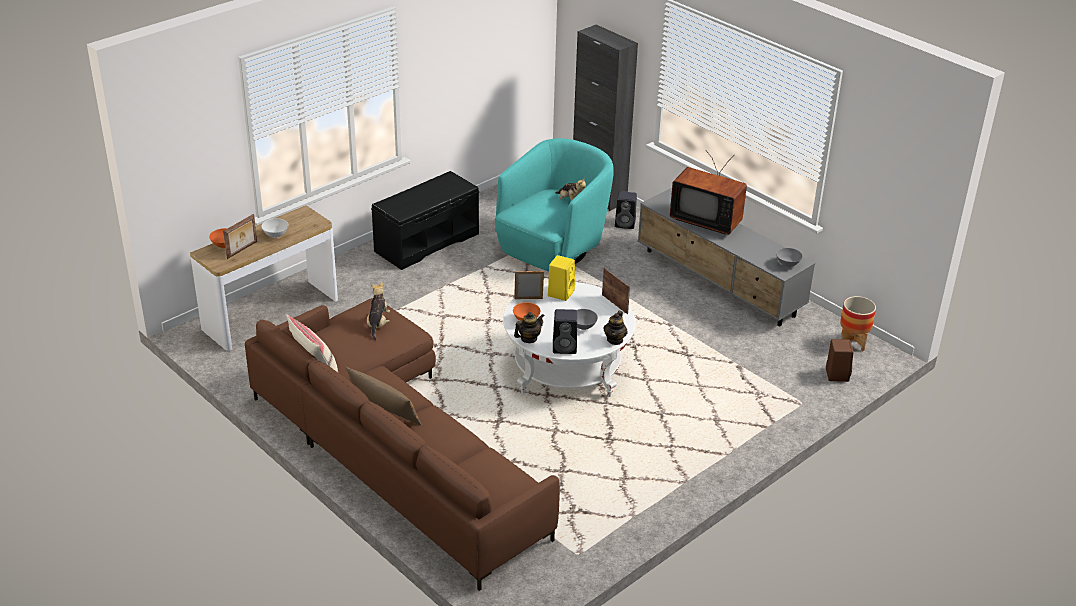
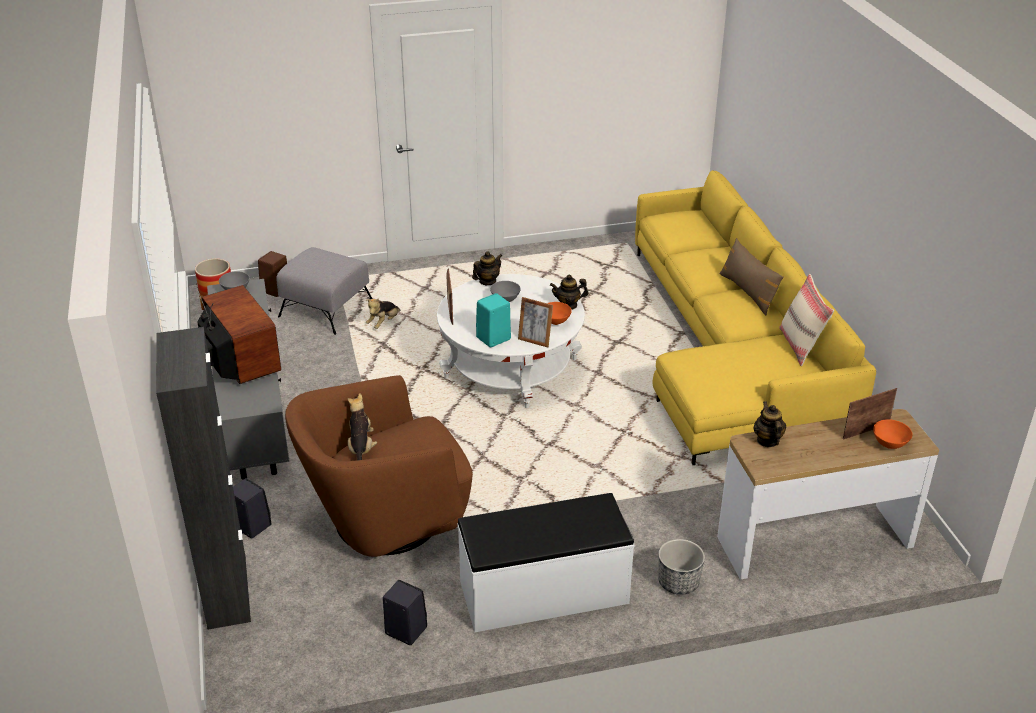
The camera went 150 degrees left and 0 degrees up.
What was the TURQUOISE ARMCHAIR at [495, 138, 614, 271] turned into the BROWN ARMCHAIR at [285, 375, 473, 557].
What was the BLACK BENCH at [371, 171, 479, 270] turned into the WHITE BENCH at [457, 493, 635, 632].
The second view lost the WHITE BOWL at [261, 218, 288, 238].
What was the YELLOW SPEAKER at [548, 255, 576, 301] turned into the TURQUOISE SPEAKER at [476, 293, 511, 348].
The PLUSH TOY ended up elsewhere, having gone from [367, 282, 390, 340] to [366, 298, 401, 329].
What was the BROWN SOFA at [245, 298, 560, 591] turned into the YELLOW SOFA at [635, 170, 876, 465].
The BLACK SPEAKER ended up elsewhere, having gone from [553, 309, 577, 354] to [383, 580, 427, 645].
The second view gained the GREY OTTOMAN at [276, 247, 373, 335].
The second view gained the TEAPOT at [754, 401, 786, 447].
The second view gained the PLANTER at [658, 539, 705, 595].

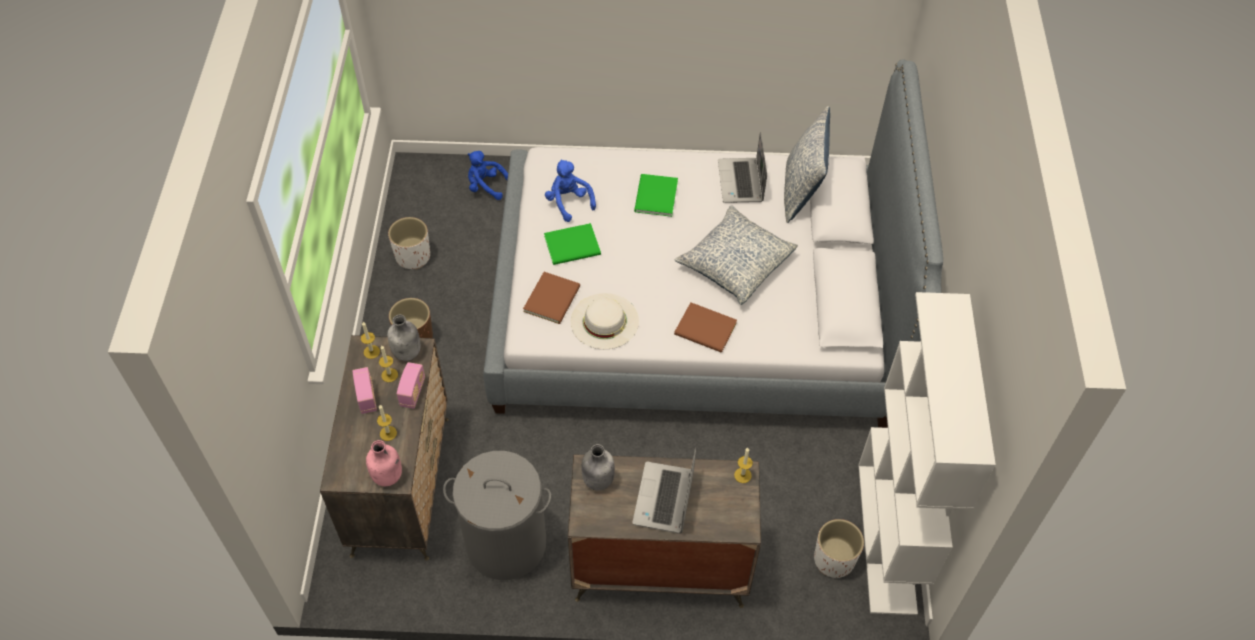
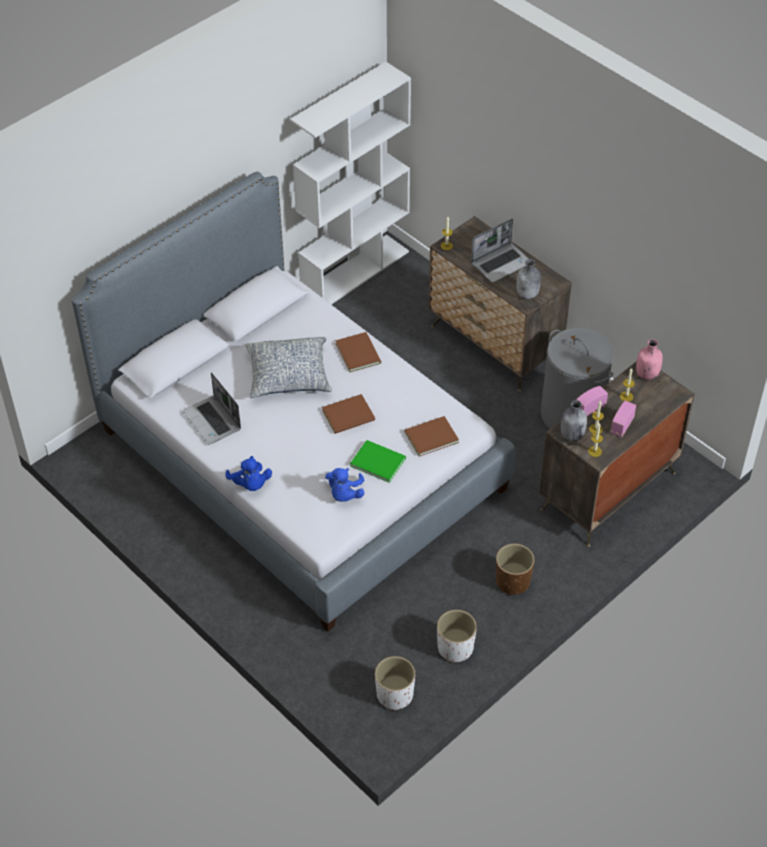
The camera went 135 degrees left and 5 degrees down.
The second view lost the PILLOW at [784, 106, 830, 223].
The LAPTOP at [718, 132, 767, 203] ended up facing another way, 105 degrees clockwise from before.
The BLUE PLUSH TOY ended up elsewhere, having gone from [468, 151, 508, 200] to [225, 456, 272, 491].
The second view lost the GREEN BOOK at [634, 174, 678, 217].
The second view lost the WHITE HAT at [571, 293, 639, 349].
The WHITE PLANTER ended up elsewhere, having gone from [814, 519, 864, 578] to [375, 656, 415, 710].
The second view gained the BROWN BOOK at [322, 394, 375, 434].

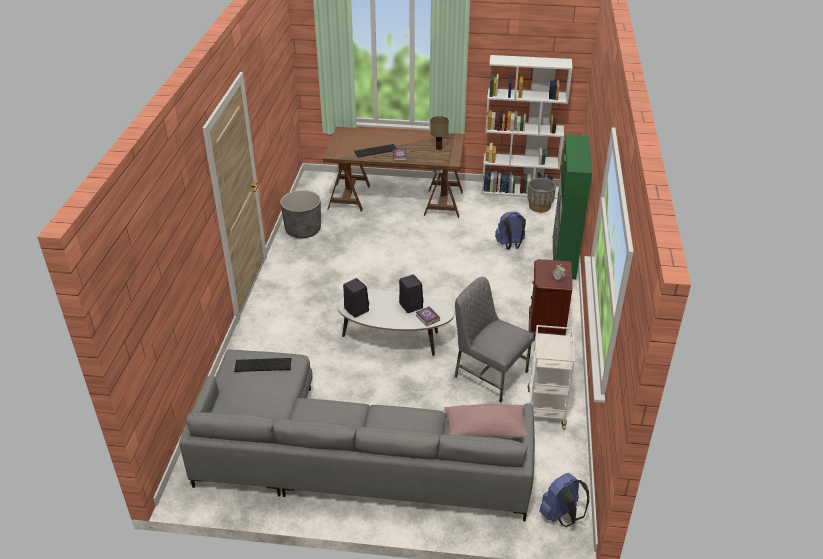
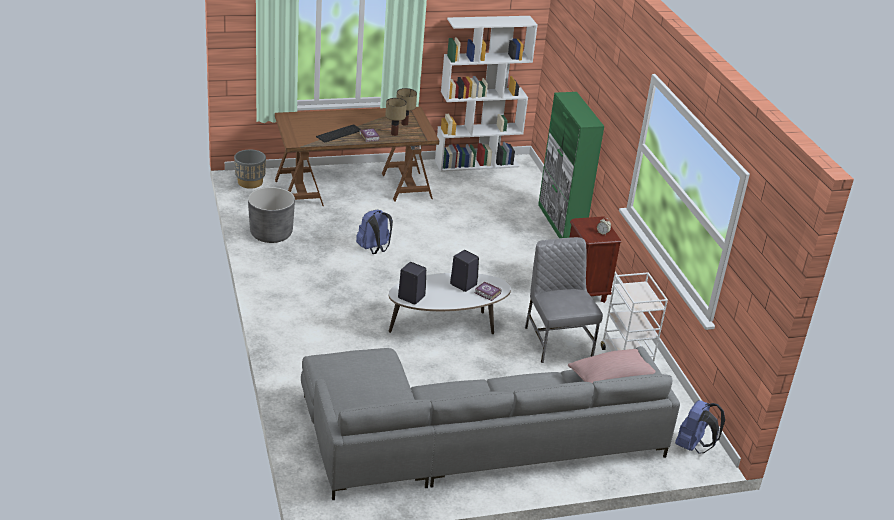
The camera went 25 degrees left and 5 degrees down.
The GREY PLANTER ended up elsewhere, having gone from [528, 178, 556, 212] to [234, 150, 266, 189].
The BLUE BACKPACK ended up elsewhere, having gone from [495, 211, 526, 250] to [356, 210, 393, 254].
The GREY CHAIR at [454, 277, 534, 402] ended up facing another way, 60 degrees clockwise from before.
The second view lost the KEYBOARD at [234, 358, 291, 372].
The second view gained the TABLE LAMP at [385, 98, 407, 136].

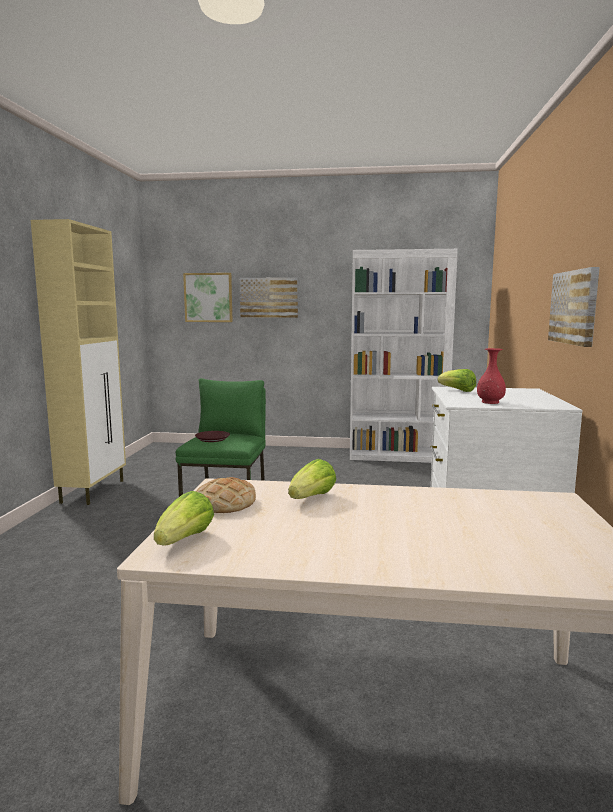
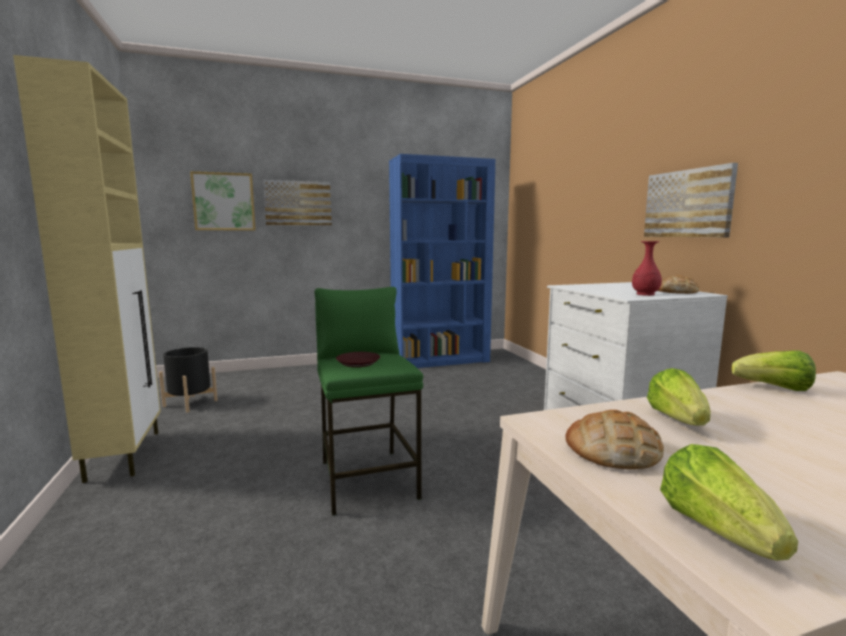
The camera went 25 degrees left and 0 degrees up.
What was the WHITE BOOKCASE at [350, 249, 458, 463] turned into the BLUE BOOKCASE at [389, 154, 495, 368].
The LETTUCE ended up elsewhere, having gone from [438, 369, 476, 392] to [732, 351, 816, 391].
The second view gained the BREAD at [657, 275, 699, 294].
The second view gained the BLACK PLANTER at [159, 347, 218, 413].

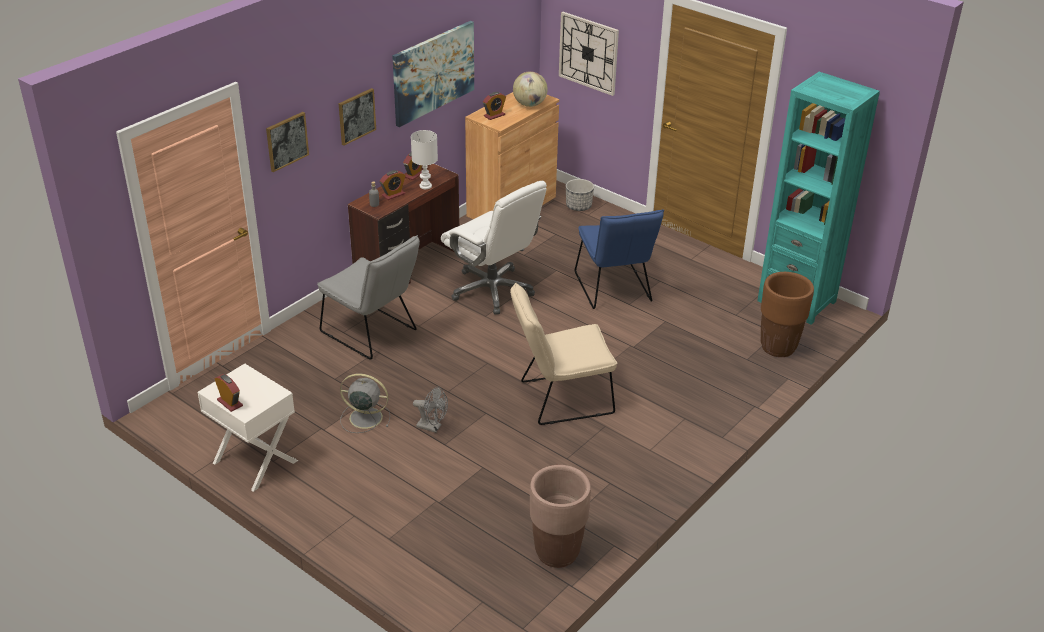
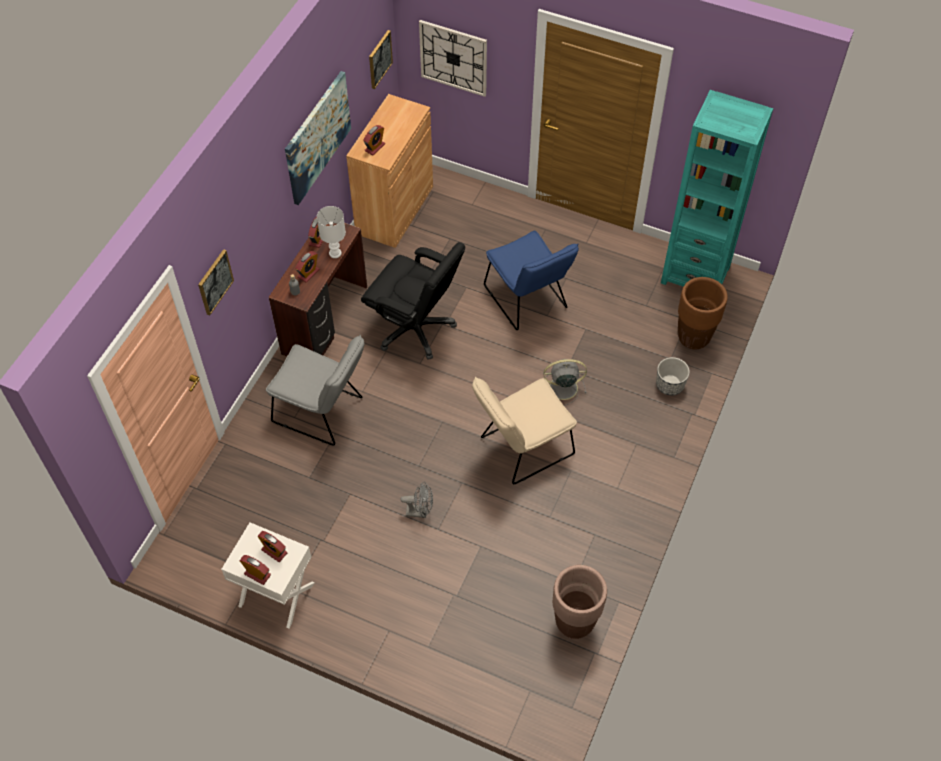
The camera went 15 degrees left and 20 degrees up.
The second view lost the GLOBE at [513, 71, 548, 107].
The PICTURE ended up elsewhere, having gone from [339, 88, 376, 146] to [369, 30, 393, 89].
The PLANTER ended up elsewhere, having gone from [566, 179, 594, 211] to [656, 357, 690, 396].
What was the WHITE OFFICE CHAIR at [441, 181, 547, 315] turned into the BLACK OFFICE CHAIR at [361, 242, 465, 360].
The GREY FAN ended up elsewhere, having gone from [340, 374, 390, 433] to [544, 359, 587, 406].
The second view gained the ALARM CLOCK at [258, 531, 287, 562].

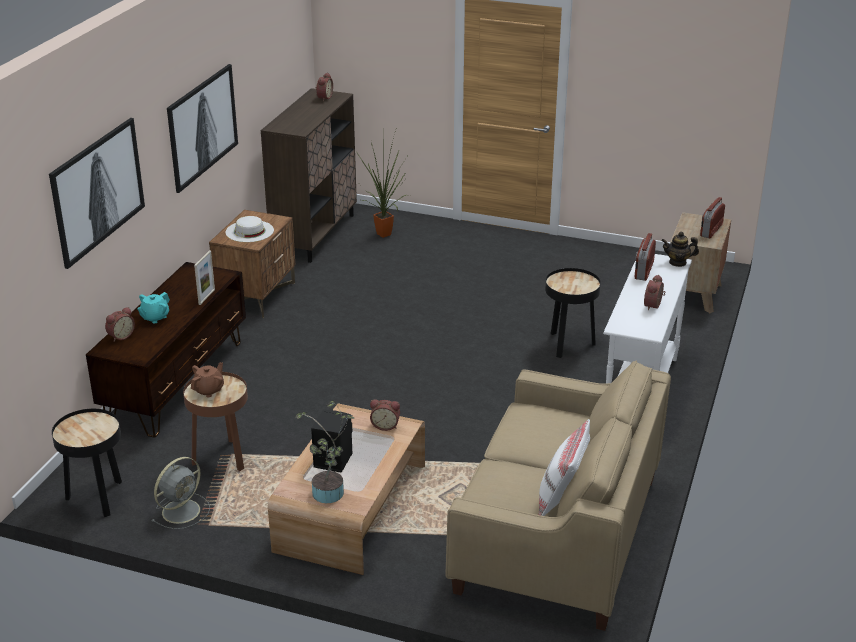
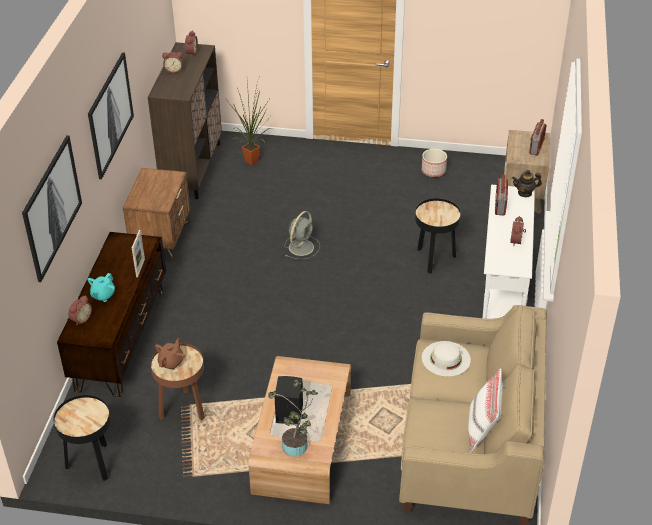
The camera went 10 degrees left and 10 degrees up.
The WHITE HAT ended up elsewhere, having gone from [226, 216, 274, 242] to [422, 341, 471, 377].
The ALARM CLOCK ended up elsewhere, having gone from [370, 399, 400, 431] to [162, 52, 183, 73].
The GREY FAN ended up elsewhere, having gone from [151, 457, 210, 529] to [285, 211, 320, 259].
The second view gained the PLANTER at [422, 149, 447, 177].

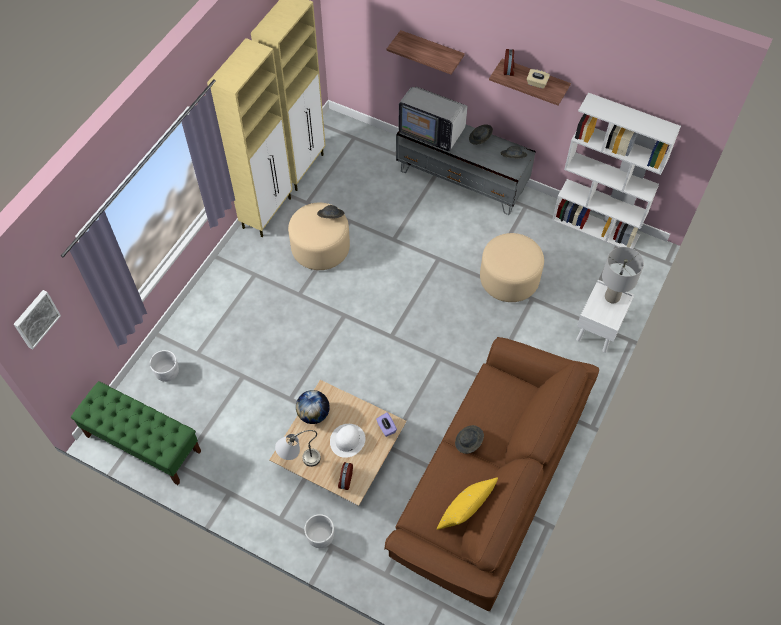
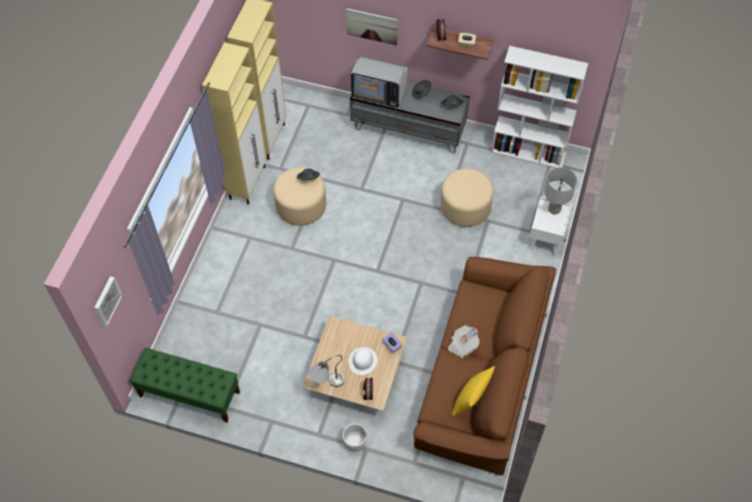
The camera went 10 degrees left and 0 degrees up.
Where the SHELF hung at [387, 30, 465, 74], the PICTURE came to hang at [346, 8, 398, 46].
The second view lost the WHITE PLANTER at [150, 350, 179, 382].
The second view lost the GLOBE at [296, 390, 330, 424].
Where the GREY HAT stood at [455, 425, 484, 454], the NEWSPAPER came to stand at [448, 325, 479, 358].

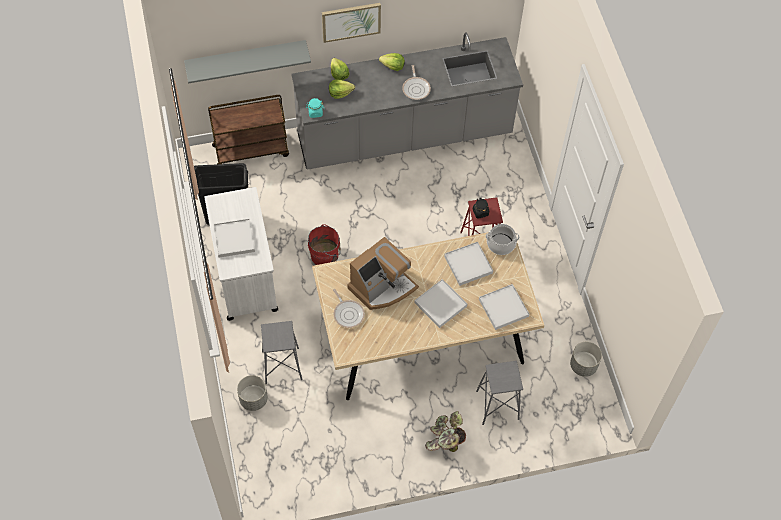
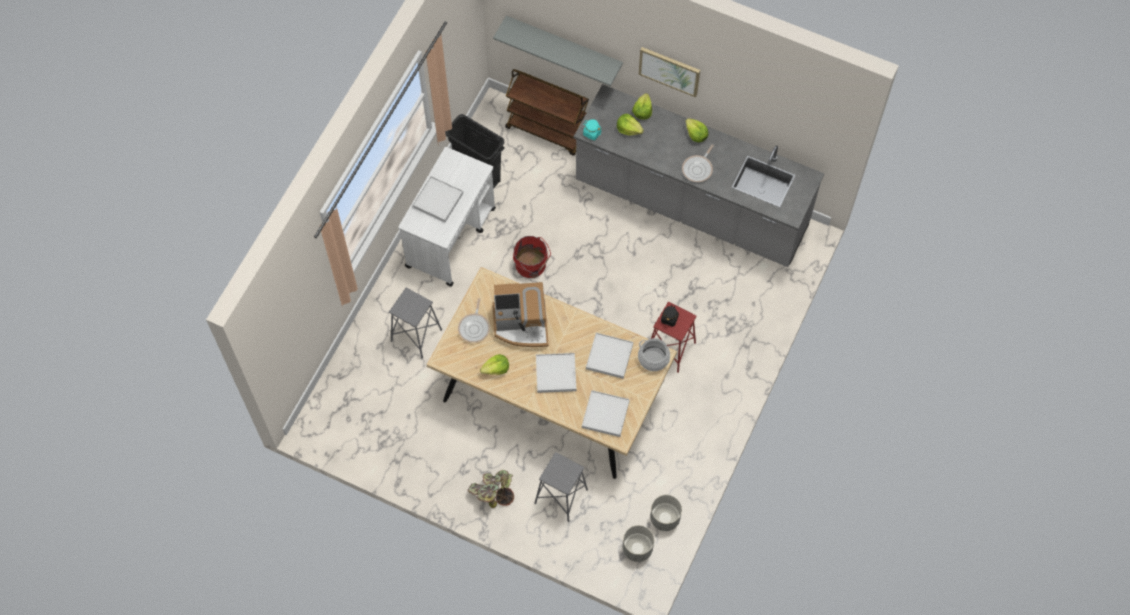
The camera went 40 degrees right and 5 degrees up.
The GREY PLANTER ended up elsewhere, having gone from [237, 375, 268, 411] to [623, 525, 654, 562].
The second view gained the LETTUCE at [480, 354, 509, 375].

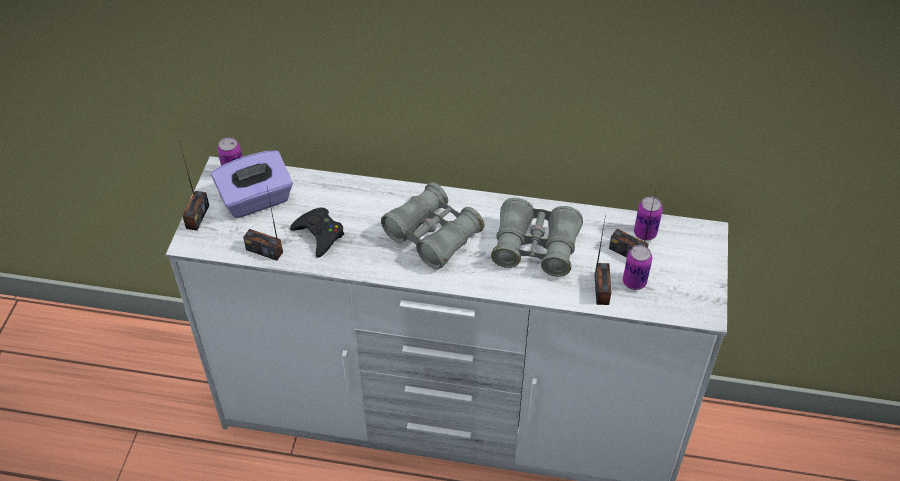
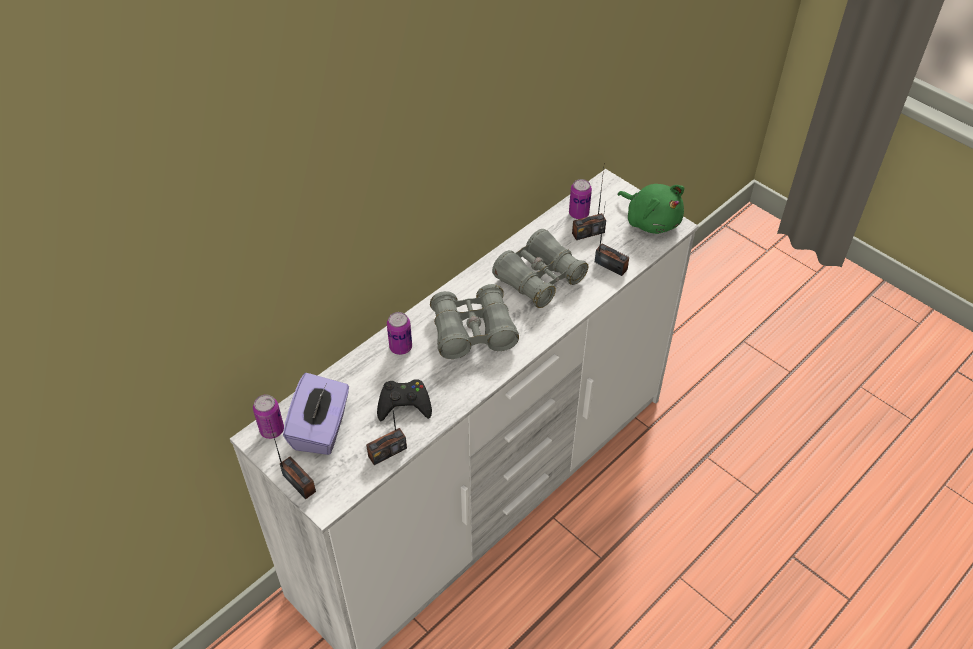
The camera went 55 degrees left and 0 degrees up.
The CAN ended up elsewhere, having gone from [623, 245, 652, 290] to [387, 312, 412, 355].
The second view gained the GREEN PLUSH TOY at [618, 184, 684, 234].

